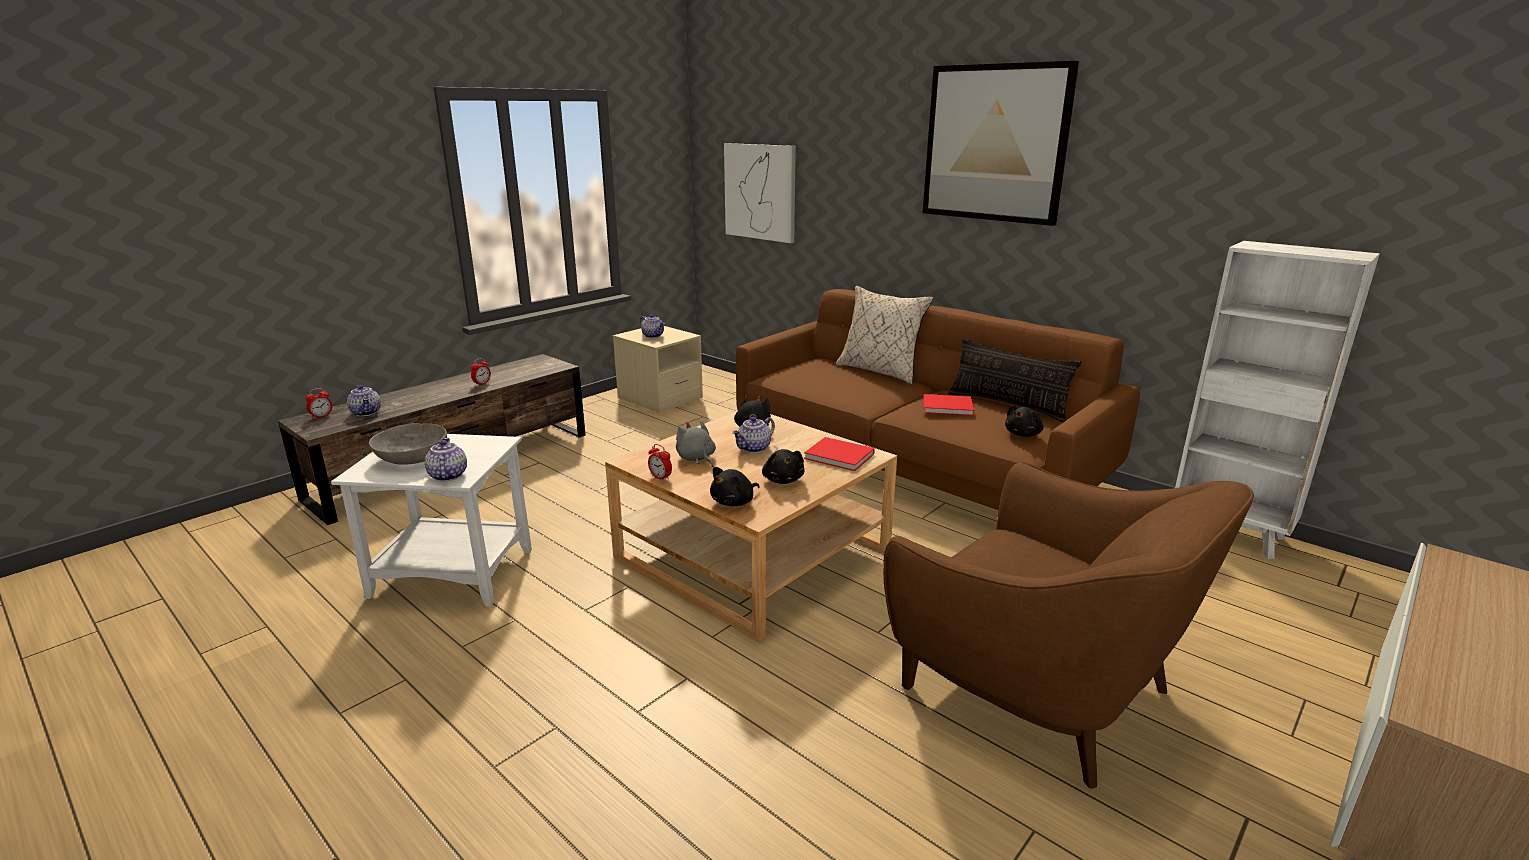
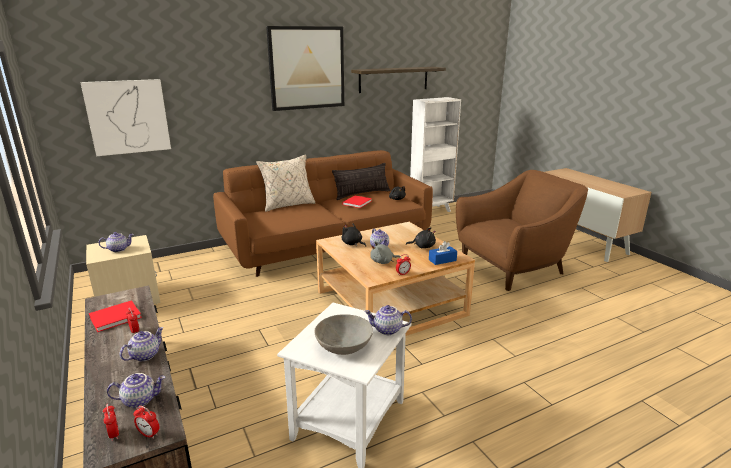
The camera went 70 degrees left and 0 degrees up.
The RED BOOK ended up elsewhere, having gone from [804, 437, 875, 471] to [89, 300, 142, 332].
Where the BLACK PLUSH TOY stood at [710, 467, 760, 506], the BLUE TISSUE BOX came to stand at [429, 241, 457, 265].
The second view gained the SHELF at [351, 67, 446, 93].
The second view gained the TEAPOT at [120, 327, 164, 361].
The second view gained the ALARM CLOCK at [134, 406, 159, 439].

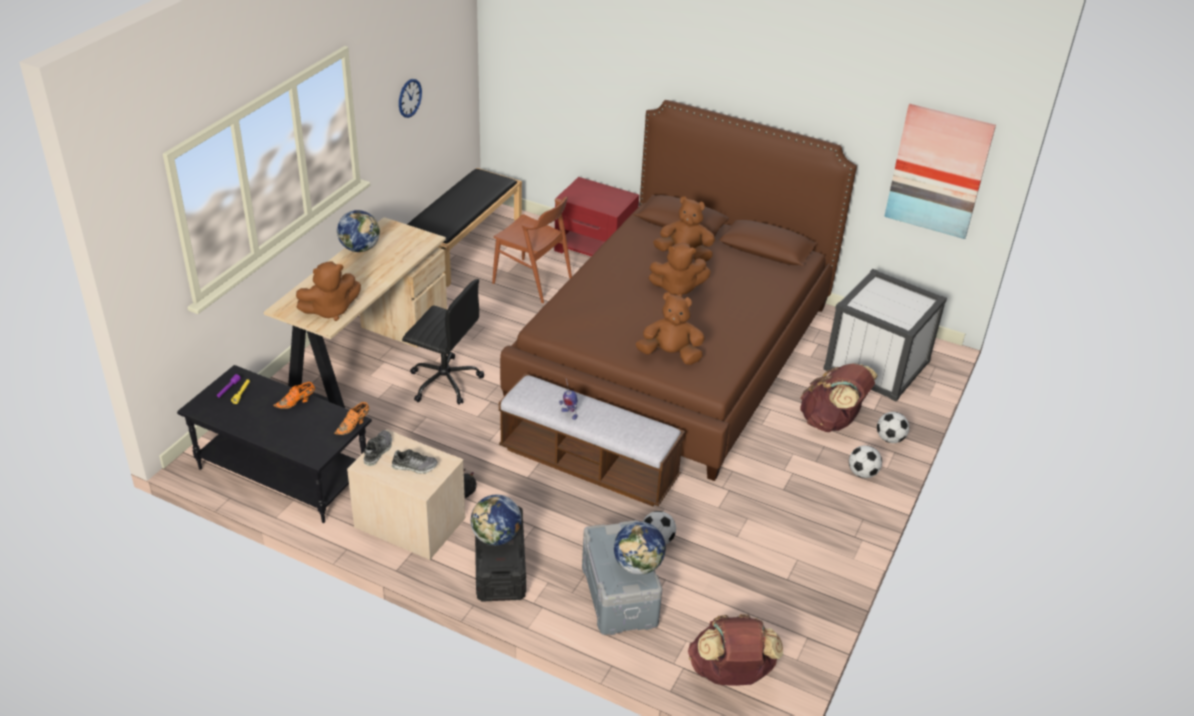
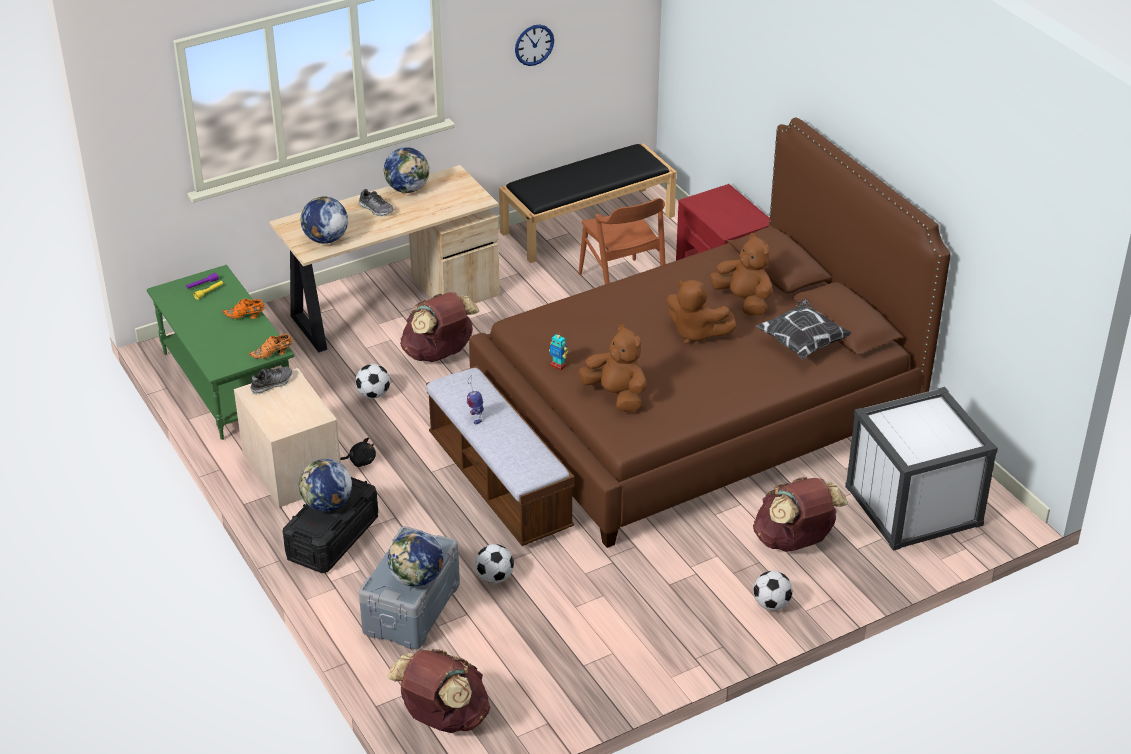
The camera went 35 degrees right and 0 degrees up.
The second view lost the PICTURE at [884, 104, 996, 239].
Where the BROWN PLUSH TOY stood at [296, 262, 361, 321], the GLOBE came to stand at [300, 196, 348, 244].
Where the BLACK OFFICE CHAIR stood at [402, 279, 484, 405], the BROWN BACKPACK came to stand at [400, 292, 480, 362].
What was the BLACK COFFEE TABLE at [177, 365, 372, 523] turned into the GREEN COFFEE TABLE at [147, 265, 294, 440].
The FOOTBALL ended up elsewhere, having gone from [877, 412, 909, 443] to [356, 364, 390, 399].
The SHOE ended up elsewhere, having gone from [392, 449, 438, 474] to [358, 189, 394, 216].
The second view gained the PILLOW at [755, 299, 852, 360].
The second view gained the TOY ROBOT at [549, 332, 569, 371].

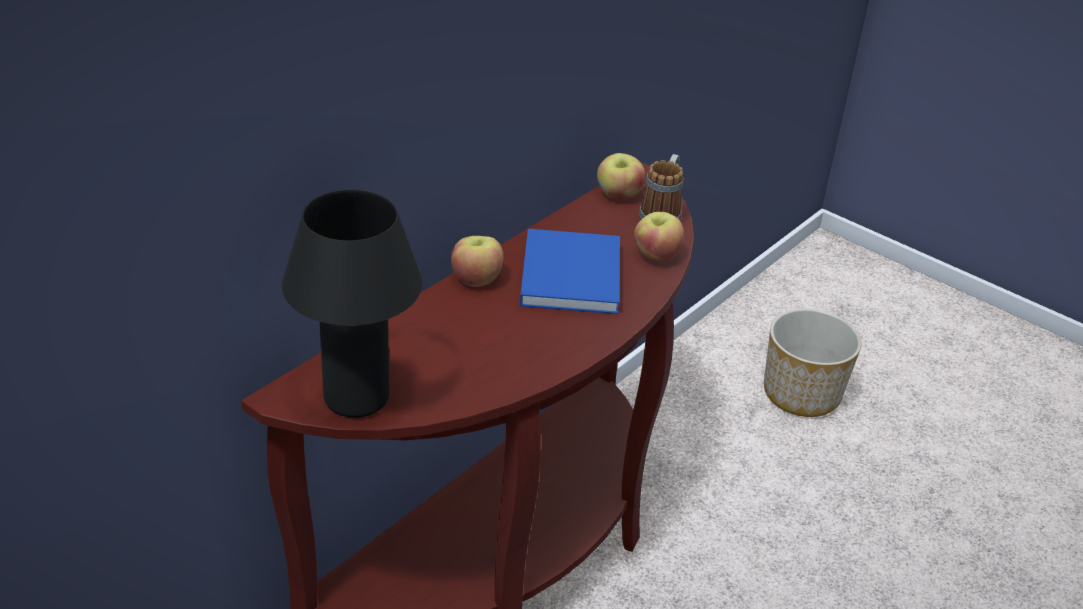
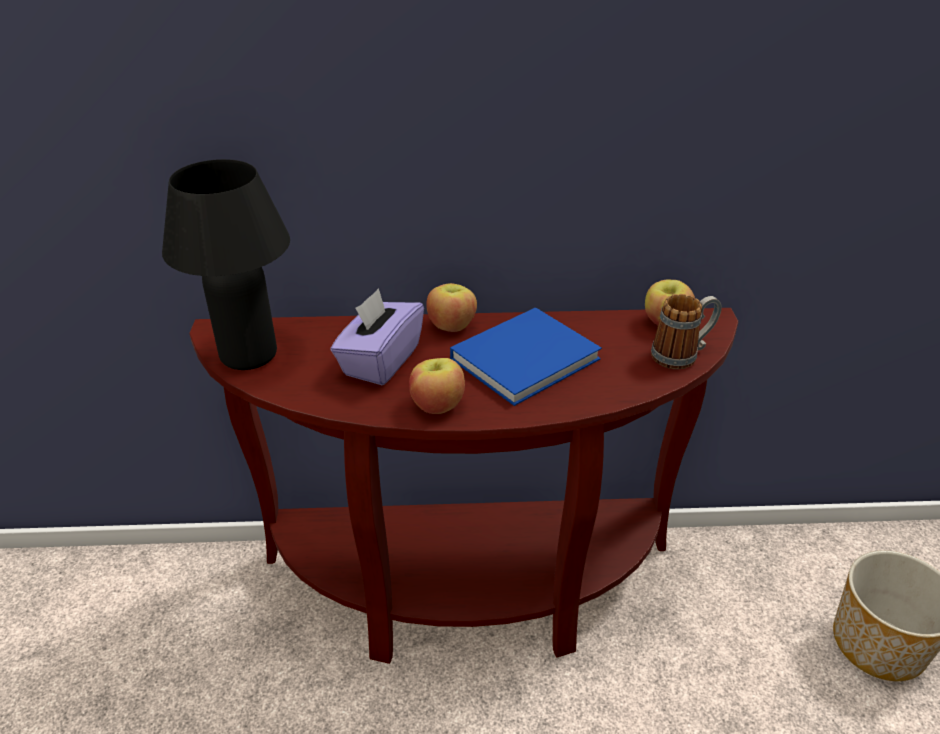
The camera went 50 degrees right and 0 degrees up.
The APPLE ended up elsewhere, having gone from [634, 212, 684, 263] to [409, 358, 465, 414].
The second view gained the PURPLE TISSUE BOX at [331, 288, 424, 385].

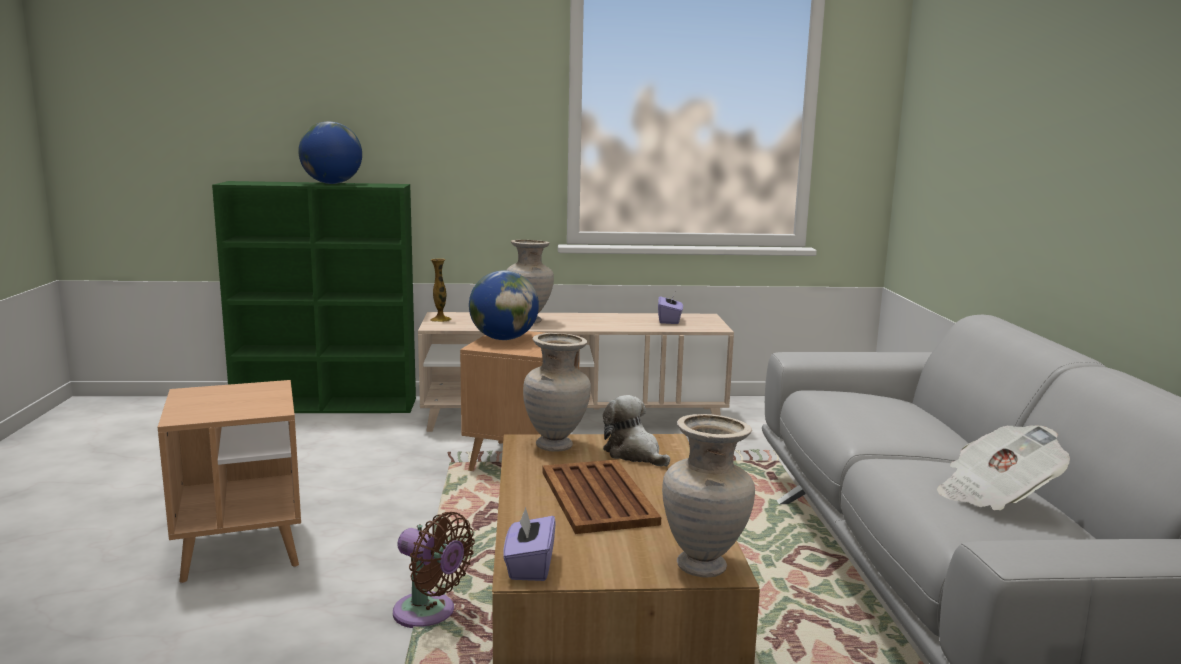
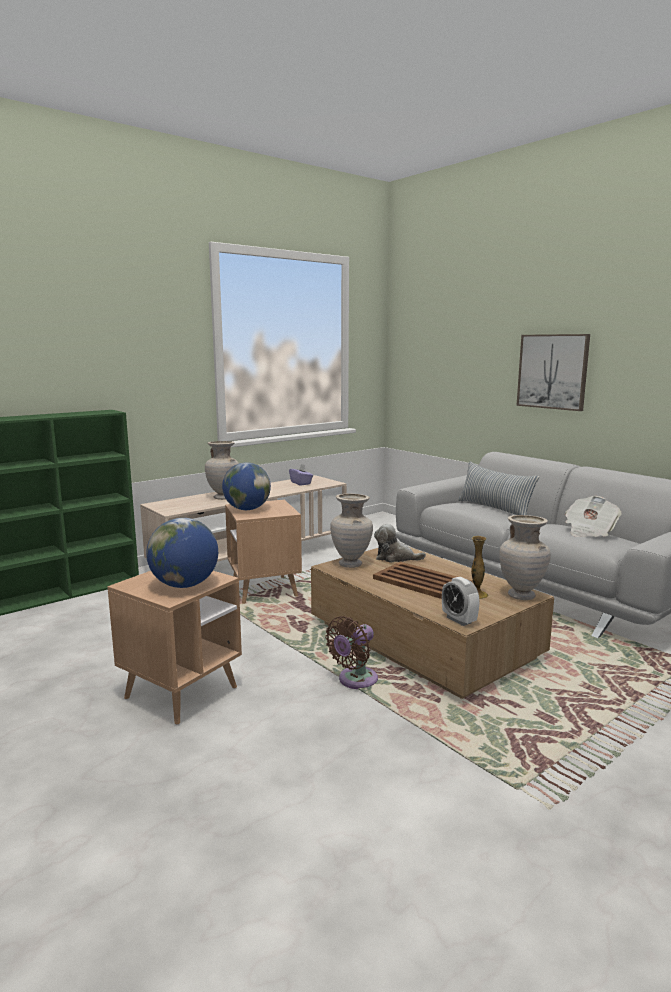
The camera went 35 degrees left and 0 degrees up.
The GLOBE ended up elsewhere, having gone from [298, 121, 362, 184] to [146, 518, 218, 588].
The VASE ended up elsewhere, having gone from [430, 258, 452, 322] to [471, 536, 488, 599].
Where the PURPLE TISSUE BOX stood at [503, 507, 556, 581], the ALARM CLOCK came to stand at [442, 577, 479, 626].
The BROWN FAN at [393, 512, 475, 628] ended up facing another way, 135 degrees clockwise from before.
The second view gained the PICTURE at [517, 334, 590, 411].
The second view gained the PILLOW at [458, 462, 539, 515].

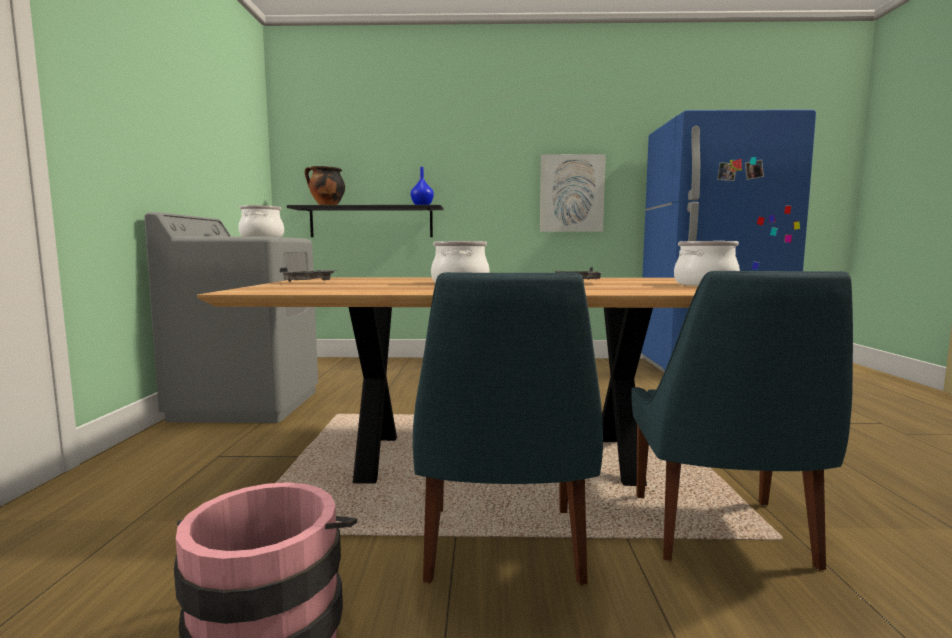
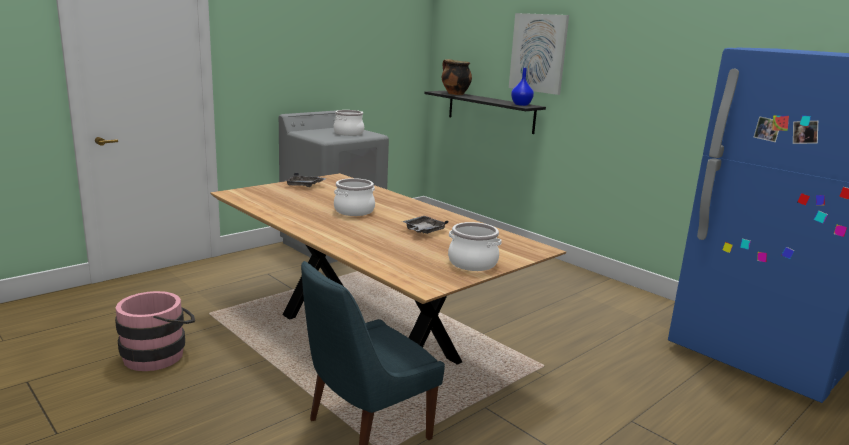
The camera went 45 degrees right and 10 degrees up.
The PICTURE ended up elsewhere, having gone from [540, 154, 606, 232] to [509, 13, 569, 95].
The second view lost the BLUE CHAIR at [413, 272, 603, 585].

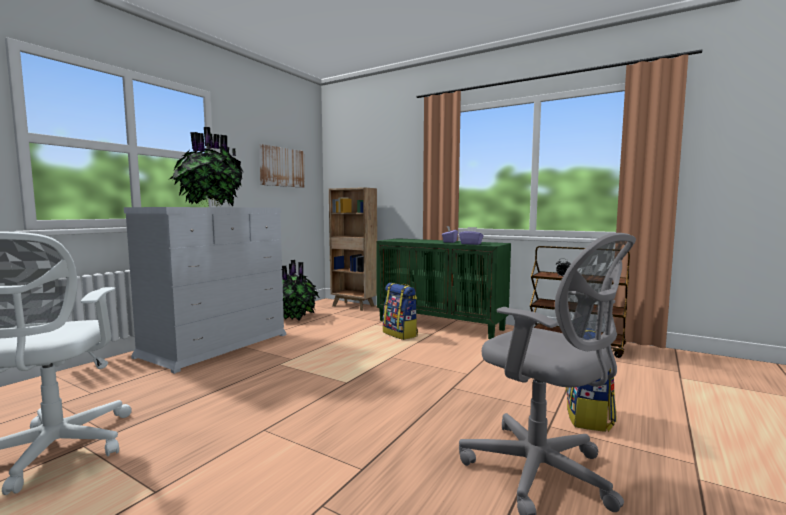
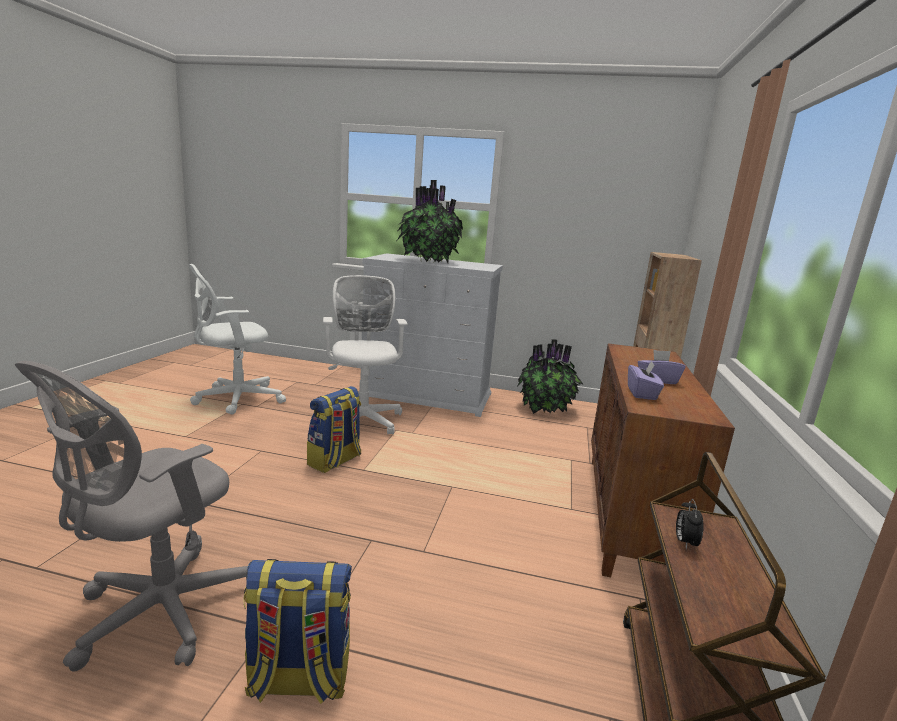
The camera went 70 degrees right and 10 degrees up.
The second view lost the PICTURE at [259, 144, 305, 188].
What was the GREEN CABINET at [376, 238, 511, 339] turned into the BROWN CABINET at [591, 343, 735, 577].
The BACKPACK ended up elsewhere, having gone from [383, 283, 418, 340] to [307, 386, 361, 473].
The second view gained the WHITE OFFICE CHAIR at [323, 275, 408, 435].

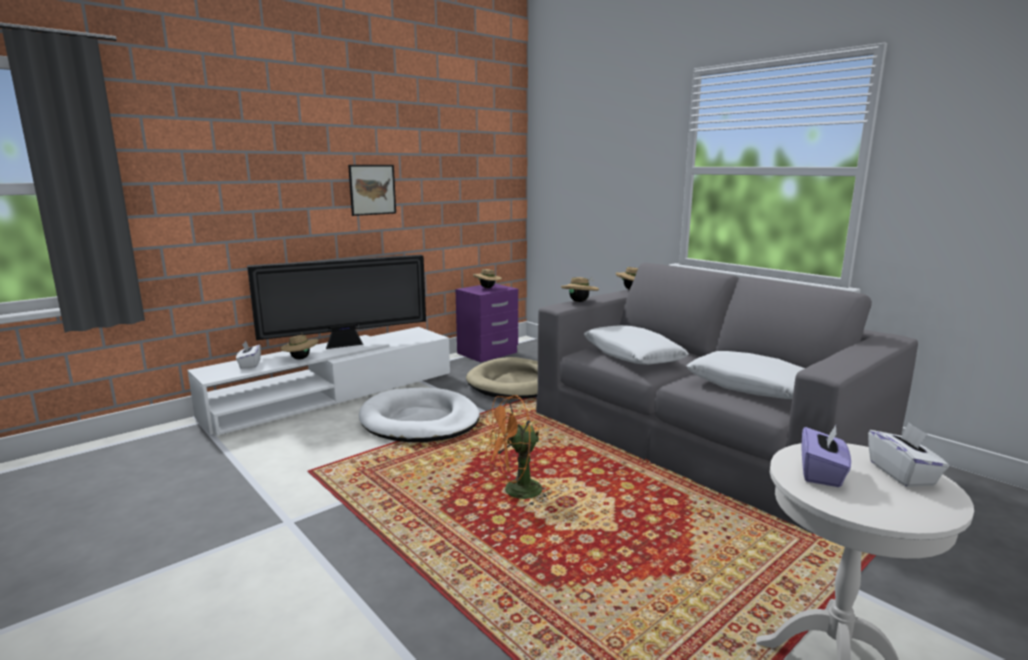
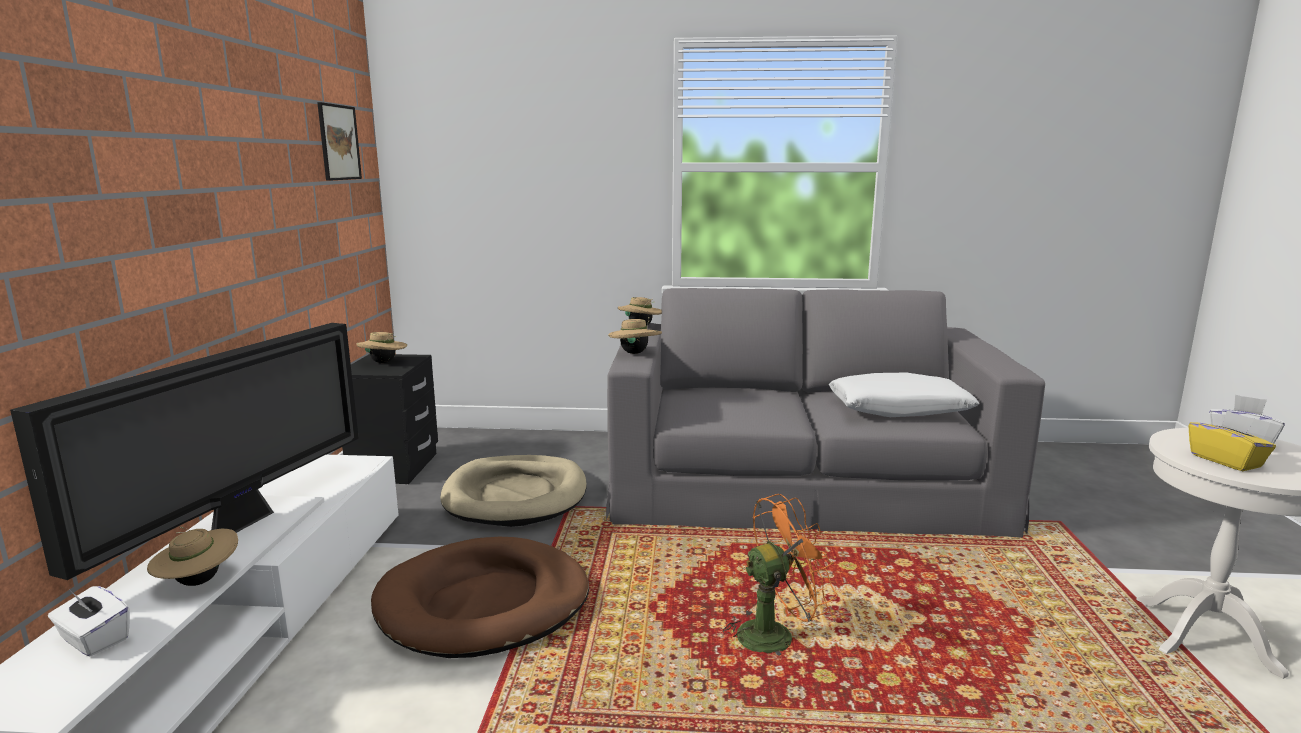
The camera went 45 degrees left and 0 degrees up.
The PICTURE ended up elsewhere, having gone from [348, 165, 396, 216] to [317, 102, 362, 181].
What was the PURPLE NIGHTSTAND at [455, 284, 518, 362] turned into the BLACK NIGHTSTAND at [342, 354, 438, 484].
The second view lost the WHITE PILLOW at [584, 325, 689, 365].
What was the WHITE DOG BED at [359, 388, 480, 442] turned into the BROWN DOG BED at [371, 537, 589, 658].
The ORANGE FAN at [484, 395, 552, 507] ended up facing another way, 135 degrees counterclockwise from before.
What was the PURPLE TISSUE BOX at [801, 425, 851, 487] turned into the YELLOW TISSUE BOX at [1188, 411, 1276, 471].

